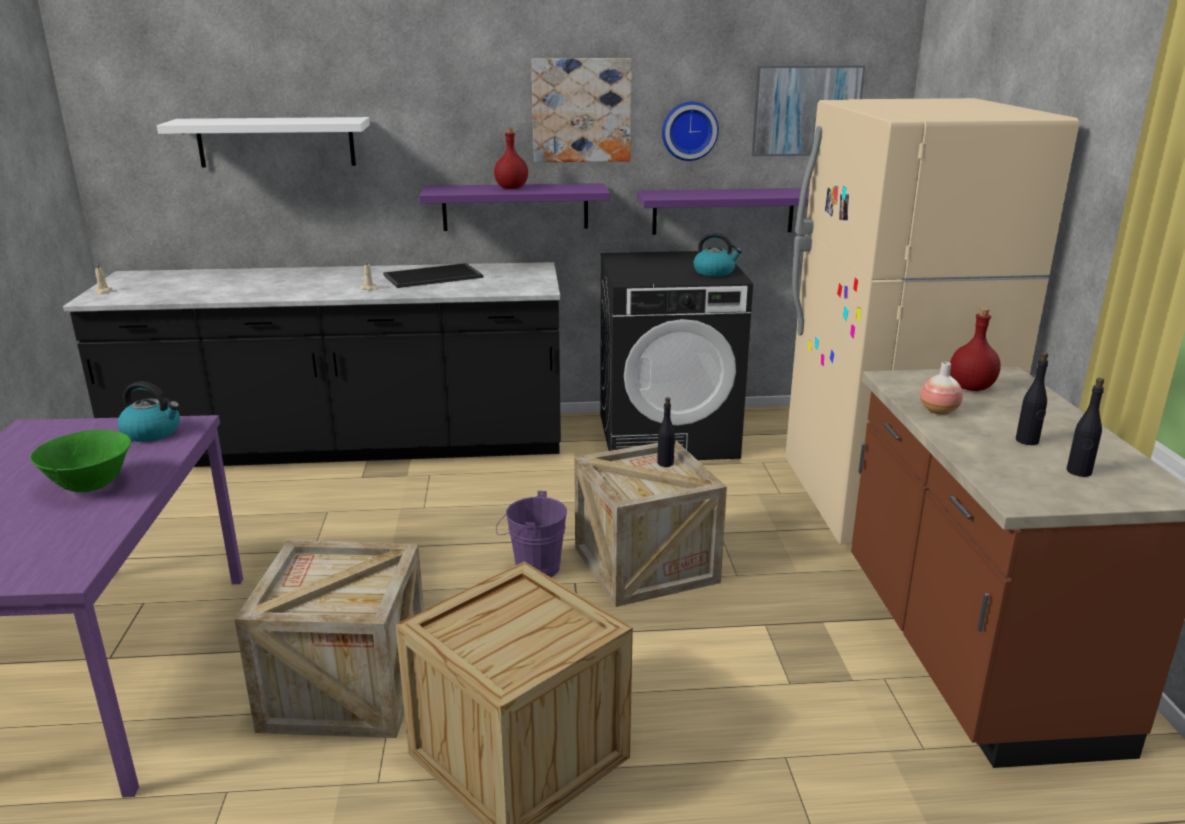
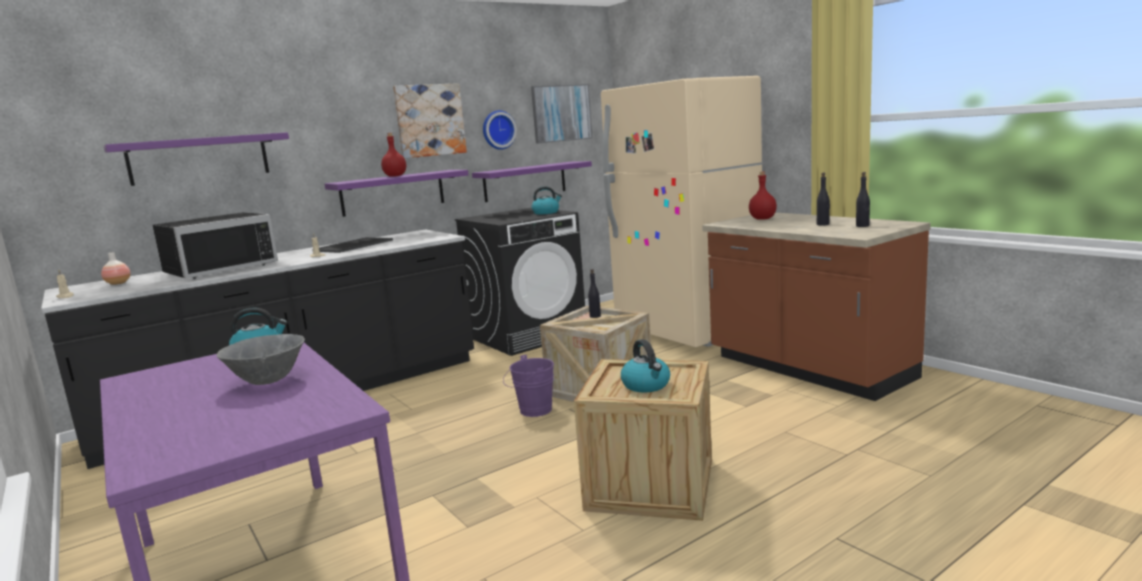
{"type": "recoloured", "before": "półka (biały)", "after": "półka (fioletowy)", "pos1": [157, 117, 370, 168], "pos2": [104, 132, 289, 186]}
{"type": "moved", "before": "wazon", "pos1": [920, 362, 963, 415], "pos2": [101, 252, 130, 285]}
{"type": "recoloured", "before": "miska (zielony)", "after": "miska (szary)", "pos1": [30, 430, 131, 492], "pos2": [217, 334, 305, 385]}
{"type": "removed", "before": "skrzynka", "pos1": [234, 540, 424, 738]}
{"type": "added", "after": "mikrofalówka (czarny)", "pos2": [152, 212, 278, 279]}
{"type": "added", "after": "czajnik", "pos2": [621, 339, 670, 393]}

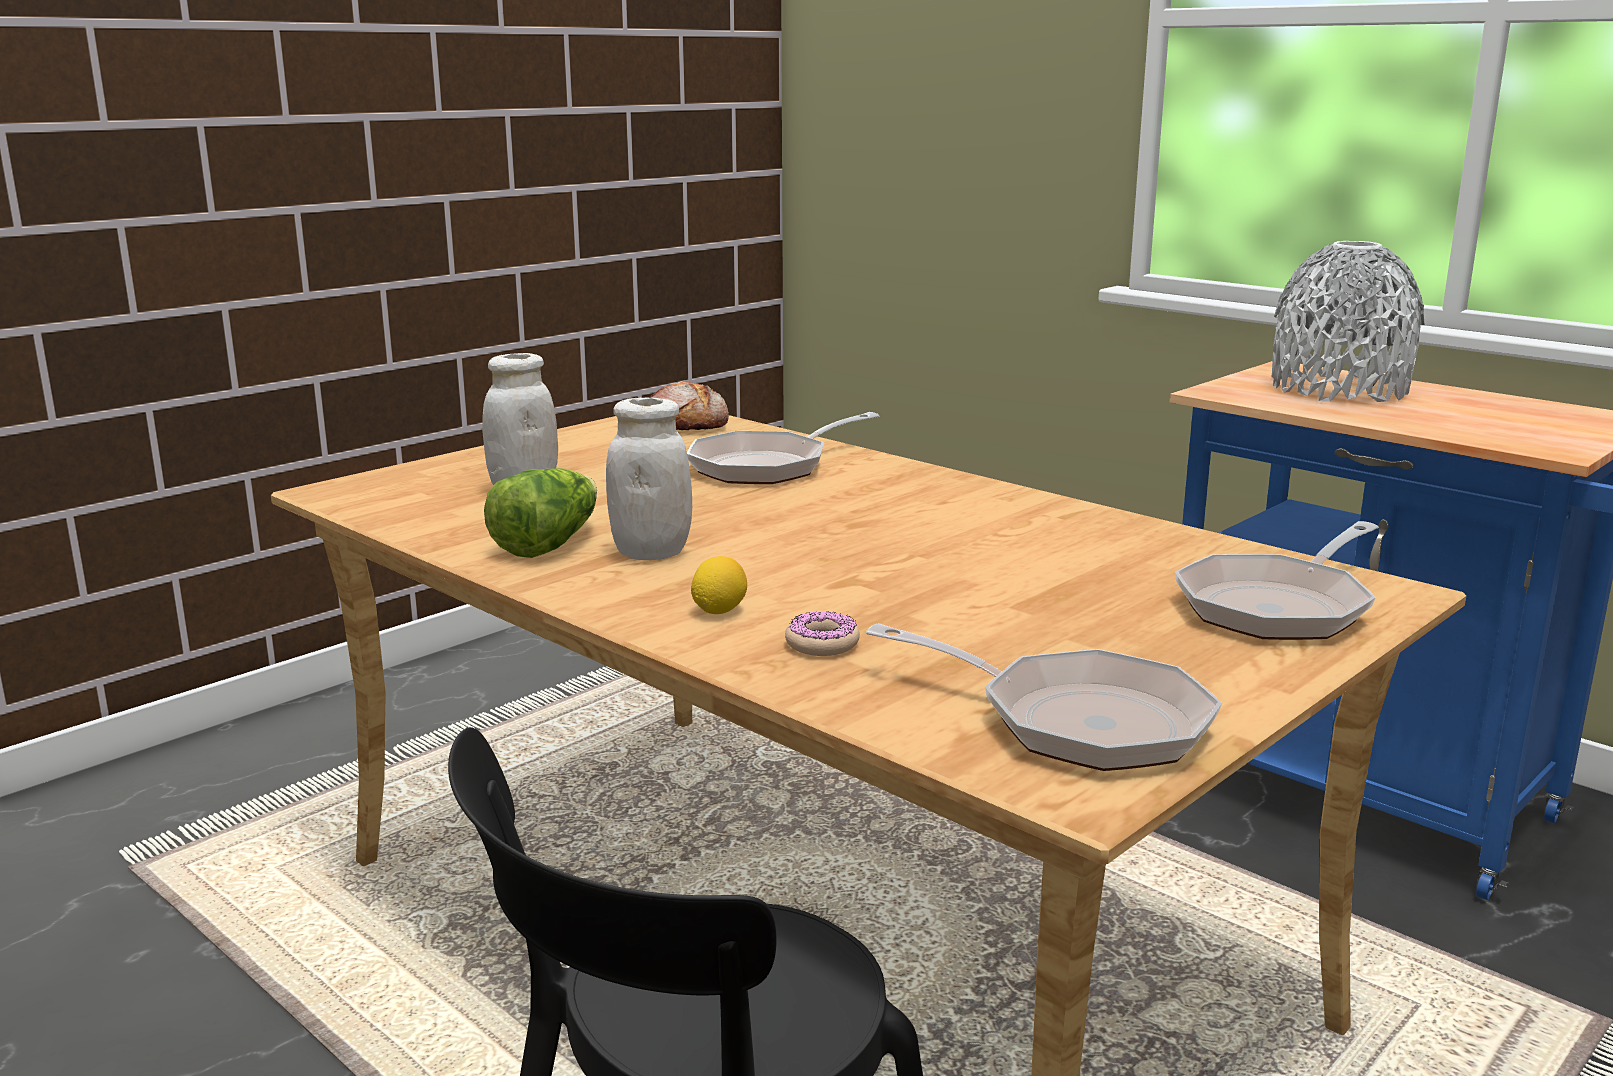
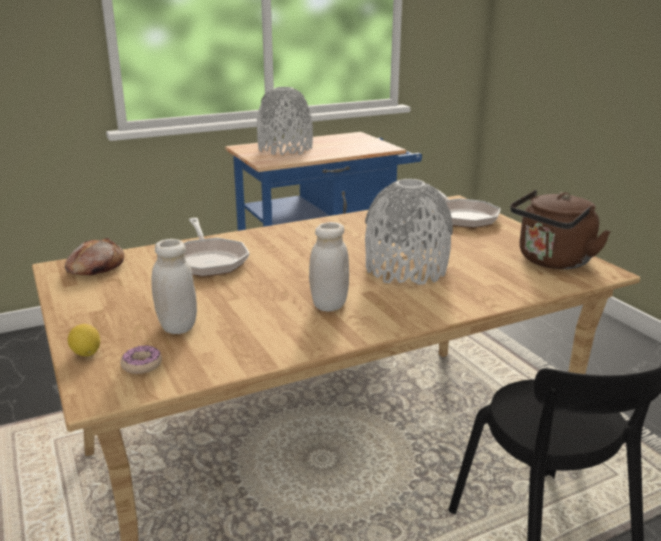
{"type": "removed", "before": "sałata", "pos1": [484, 468, 597, 558]}
{"type": "moved", "before": "cytryna", "pos1": [691, 556, 747, 614], "pos2": [68, 324, 100, 356]}
{"type": "moved", "before": "donut", "pos1": [785, 612, 860, 656], "pos2": [120, 346, 162, 374]}
{"type": "replaced", "before": "patelnia", "after": "czajnik (brązowy)", "pos1": [866, 623, 1222, 771], "pos2": [510, 190, 611, 269]}
{"type": "added", "after": "wazon (szary)", "pos2": [365, 179, 453, 285]}

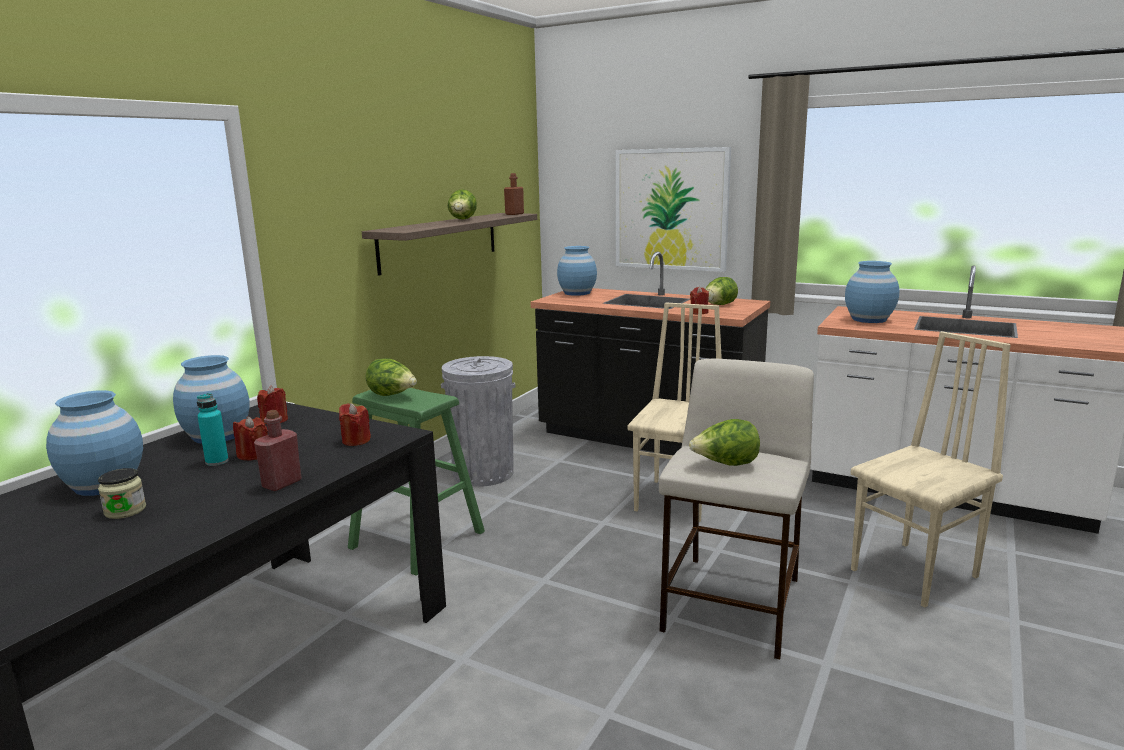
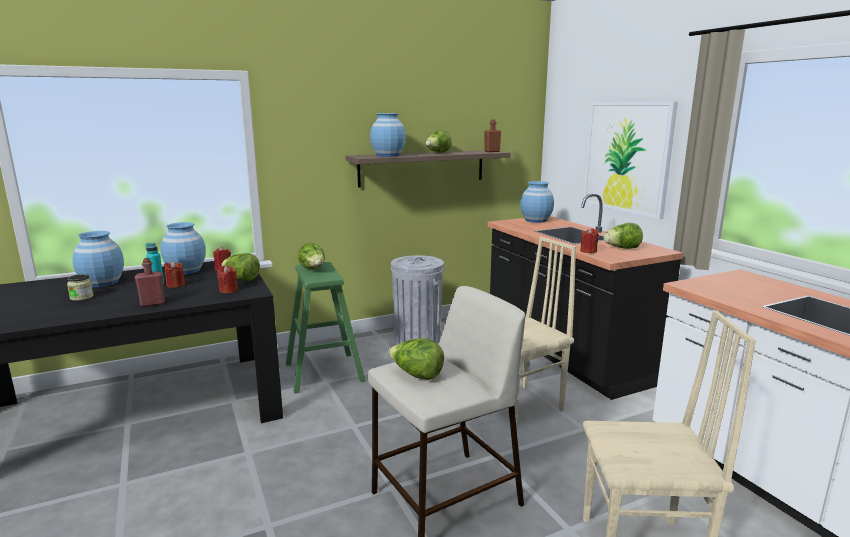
{"type": "moved", "before": "wazon (niebieski)", "pos1": [845, 261, 899, 323], "pos2": [370, 113, 406, 157]}
{"type": "added", "after": "sałata", "pos2": [221, 253, 260, 281]}

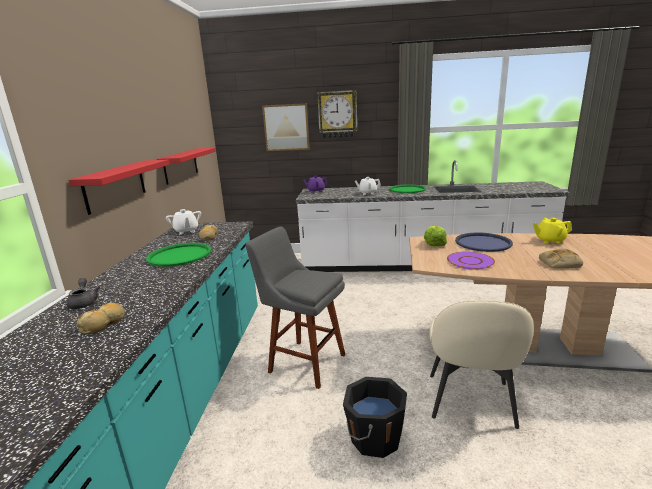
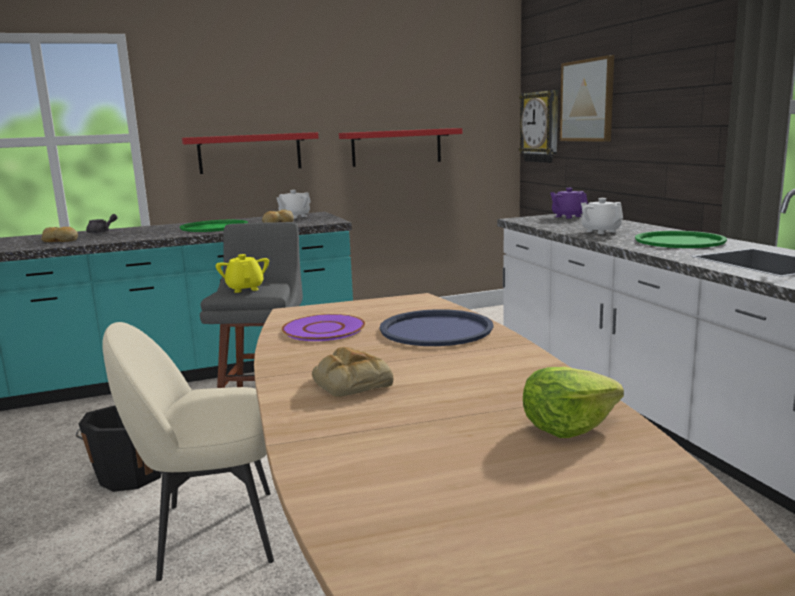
{"type": "moved", "before": "zegar ścienny", "pos1": [317, 90, 357, 138], "pos2": [519, 90, 558, 163]}
{"type": "moved", "before": "imbryk (żółty)", "pos1": [533, 218, 572, 244], "pos2": [216, 254, 269, 293]}
{"type": "moved", "before": "sałata", "pos1": [424, 226, 447, 247], "pos2": [523, 367, 624, 438]}

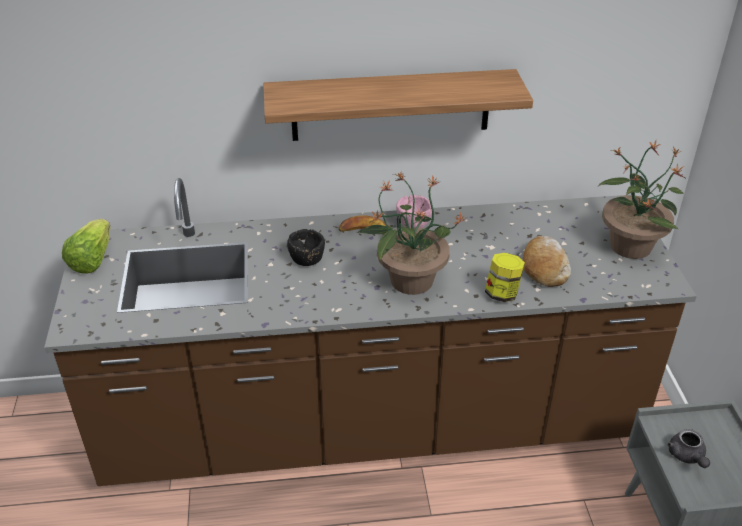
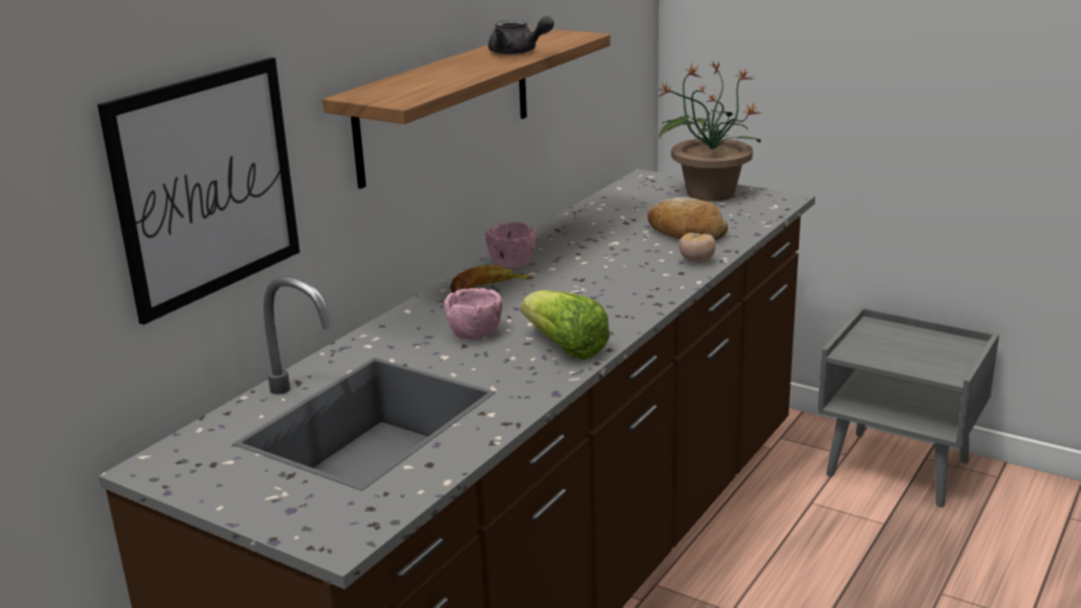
{"type": "removed", "before": "roślina doniczkowa", "pos1": [357, 170, 466, 295]}
{"type": "moved", "before": "sałata", "pos1": [62, 219, 110, 274], "pos2": [520, 290, 610, 359]}
{"type": "recoloured", "before": "miska (czarny)", "after": "miska (różowy)", "pos1": [287, 229, 325, 266], "pos2": [444, 288, 502, 340]}
{"type": "replaced", "before": "słoik", "after": "pomidor", "pos1": [485, 253, 525, 302], "pos2": [679, 233, 716, 263]}
{"type": "moved", "before": "imbryk (szary)", "pos1": [668, 429, 710, 468], "pos2": [488, 16, 554, 55]}
{"type": "added", "after": "obraz", "pos2": [97, 57, 300, 325]}

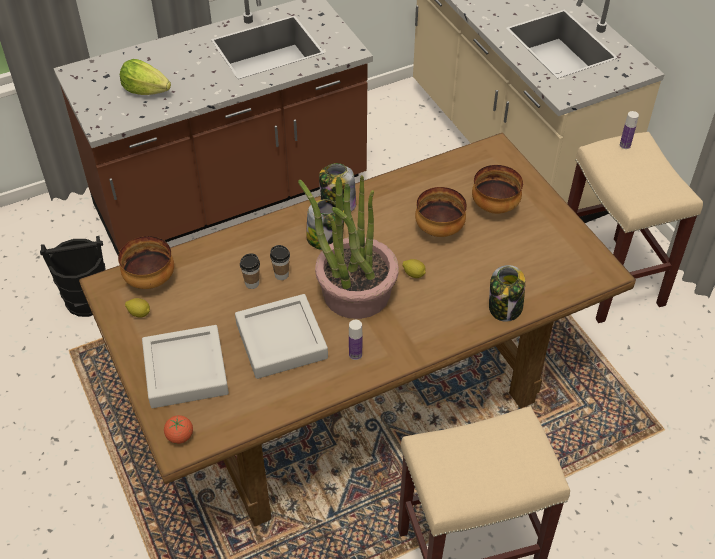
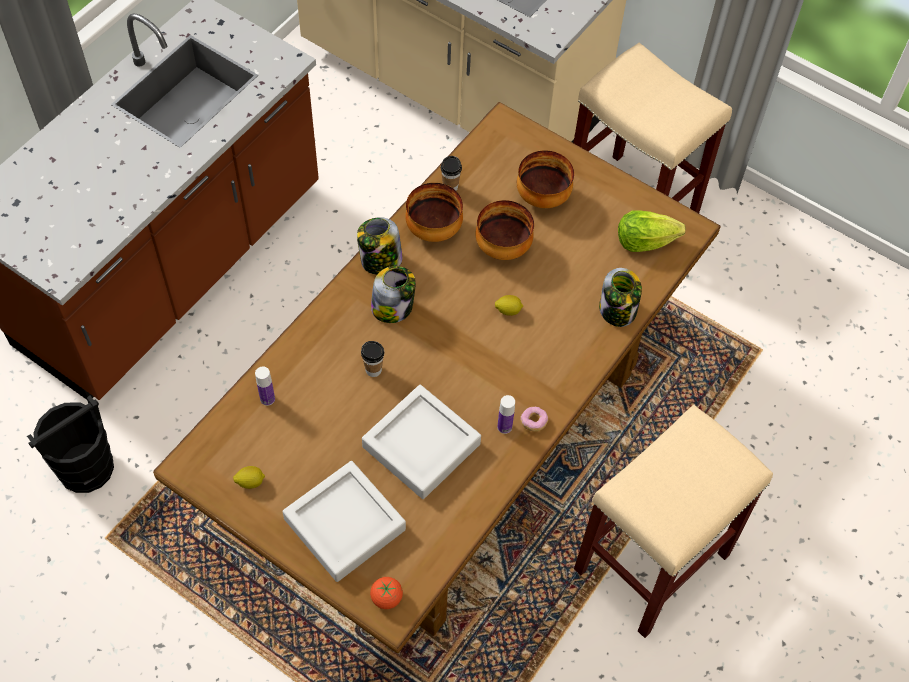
{"type": "moved", "before": "sałata", "pos1": [120, 59, 171, 95], "pos2": [618, 210, 686, 252]}
{"type": "moved", "before": "butelka", "pos1": [620, 111, 639, 149], "pos2": [255, 366, 275, 406]}
{"type": "removed", "before": "roślina doniczkowa", "pos1": [298, 175, 399, 319]}
{"type": "moved", "before": "miska", "pos1": [118, 236, 174, 289], "pos2": [405, 183, 463, 242]}
{"type": "moved", "before": "filiżanka", "pos1": [240, 253, 260, 289], "pos2": [441, 156, 462, 191]}
{"type": "added", "after": "donut", "pos2": [520, 407, 548, 432]}

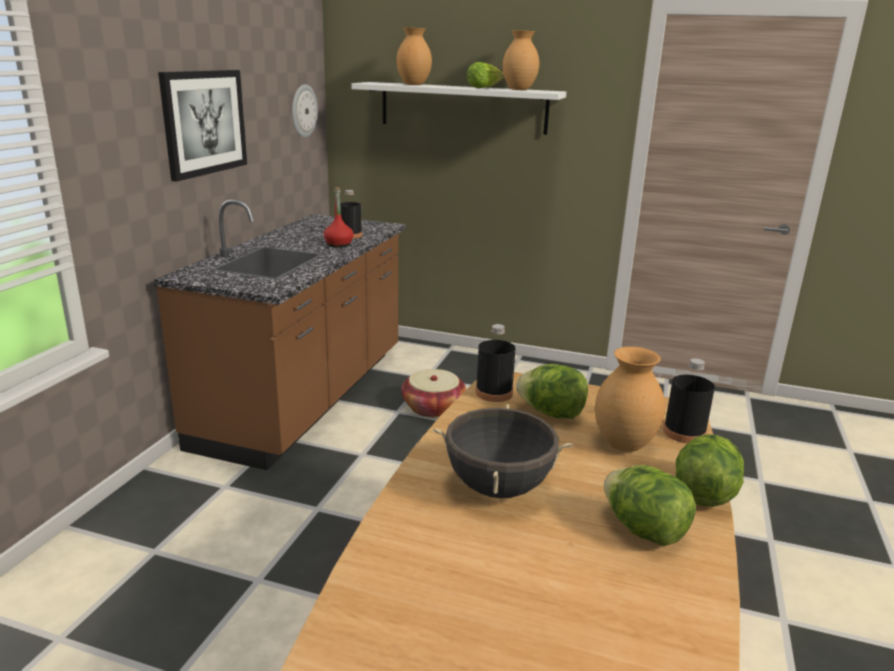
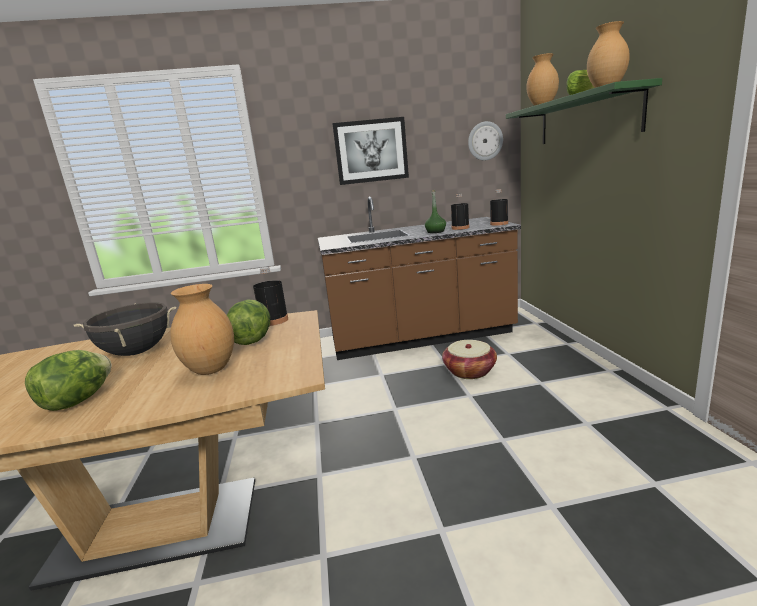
{"type": "recoloured", "before": "półka (biały)", "after": "półka (zielony)", "pos1": [351, 82, 566, 135], "pos2": [506, 78, 662, 144]}
{"type": "recoloured", "before": "butelka (czerwony)", "after": "butelka (zielony)", "pos1": [323, 187, 354, 248], "pos2": [425, 190, 446, 233]}
{"type": "moved", "before": "butelka (czarny)", "pos1": [663, 358, 715, 444], "pos2": [490, 189, 508, 226]}
{"type": "removed", "before": "sałata", "pos1": [676, 434, 744, 507]}

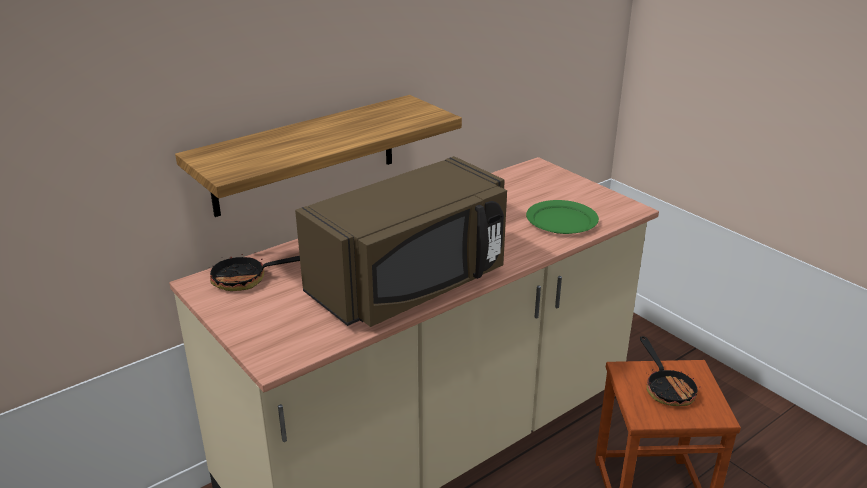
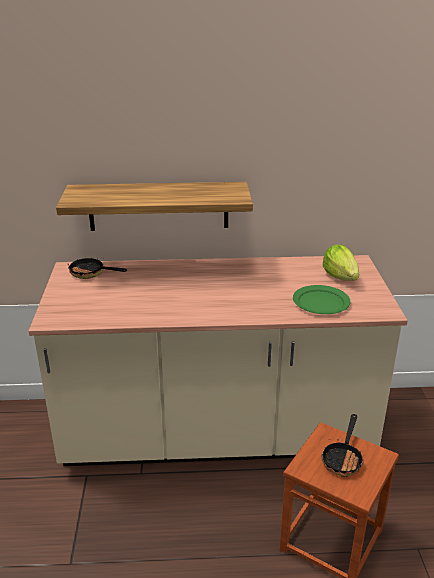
{"type": "removed", "before": "mikrofalówka (brązowy)", "pos1": [295, 156, 507, 327]}
{"type": "added", "after": "sałata", "pos2": [323, 245, 359, 281]}

